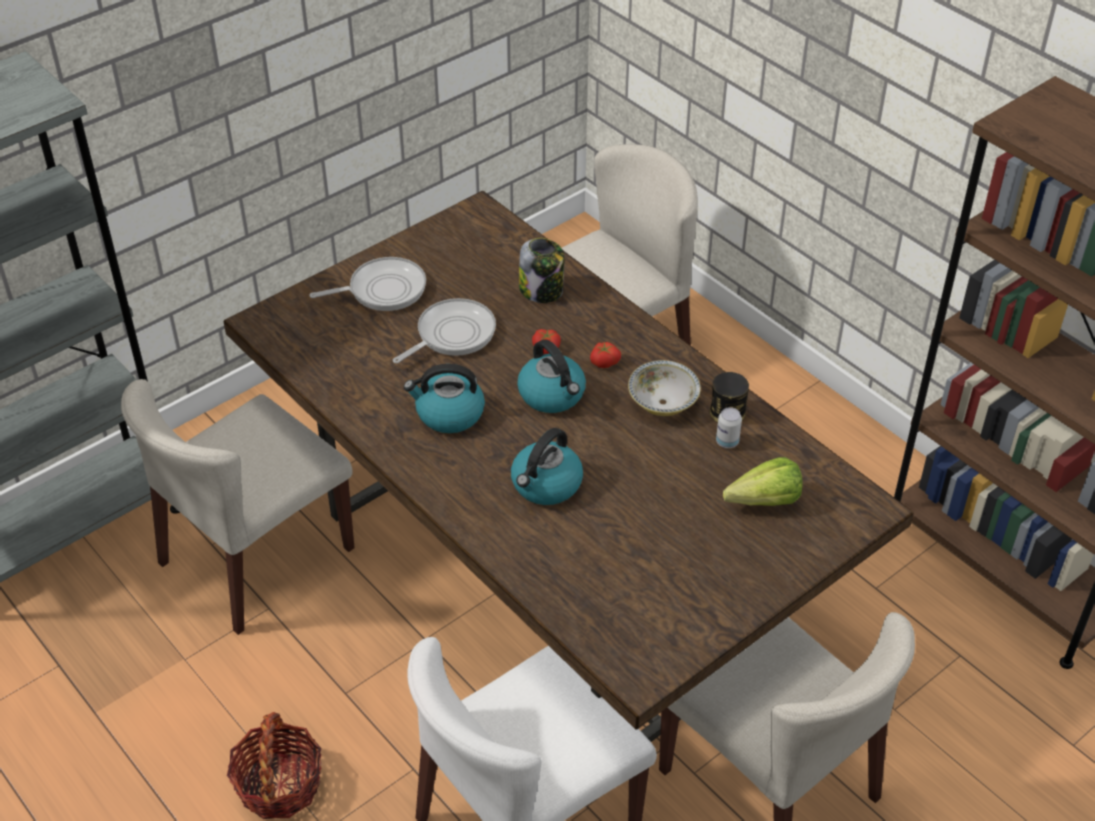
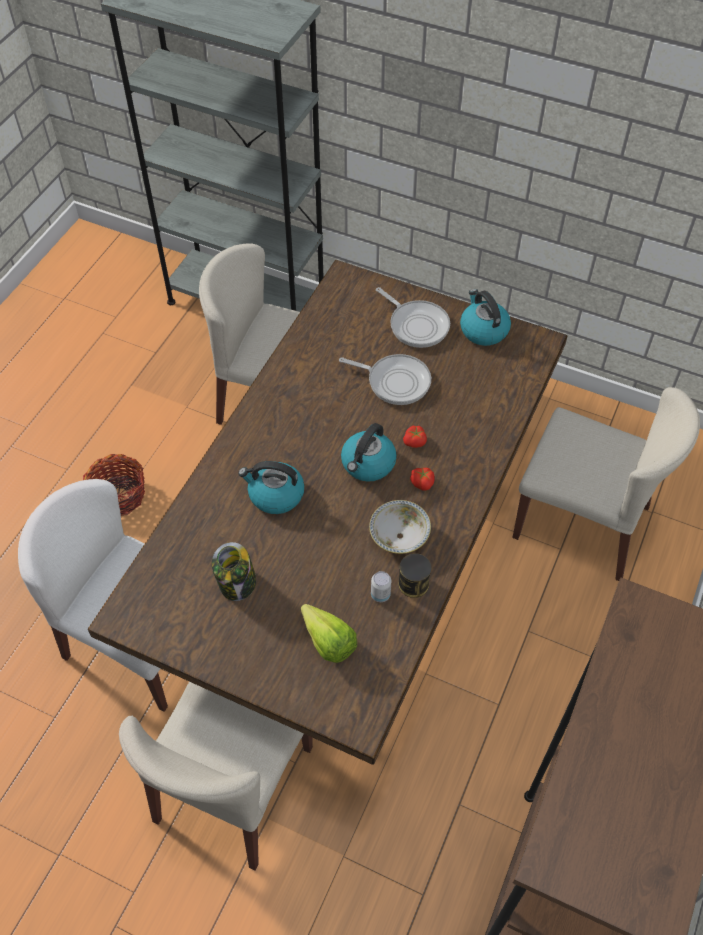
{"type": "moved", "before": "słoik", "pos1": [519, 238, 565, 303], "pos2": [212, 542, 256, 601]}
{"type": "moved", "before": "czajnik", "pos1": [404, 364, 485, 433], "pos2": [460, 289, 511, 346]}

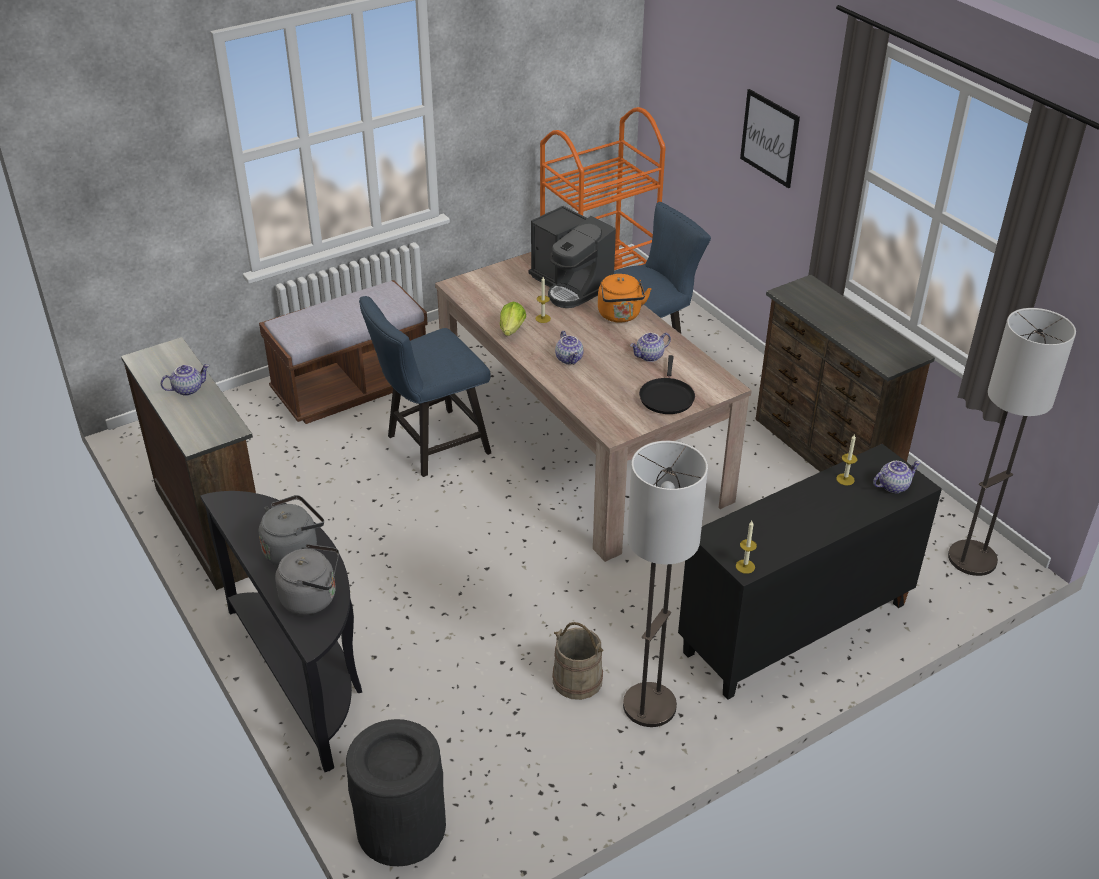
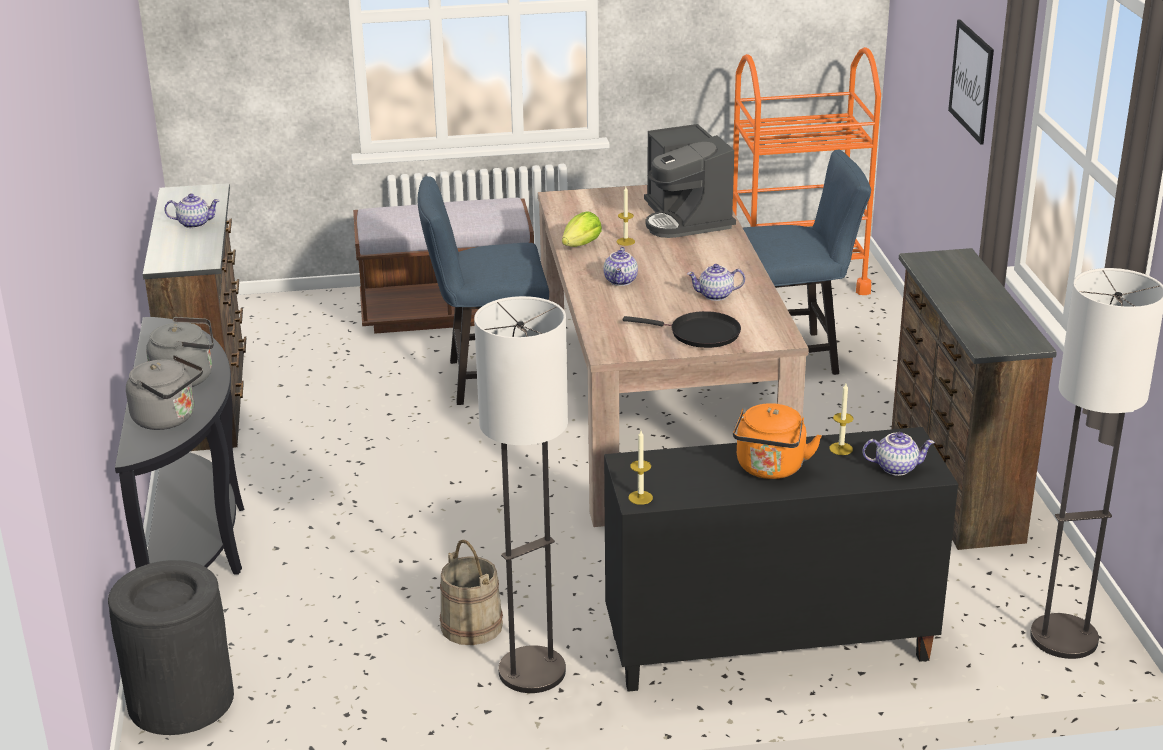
{"type": "moved", "before": "czajnik (pomarańczowy)", "pos1": [598, 274, 651, 323], "pos2": [733, 403, 822, 479]}
{"type": "turned", "before": "patelnia (czarny)", "pos1": [639, 355, 695, 414], "pos2": [623, 311, 741, 348], "turn": -105}

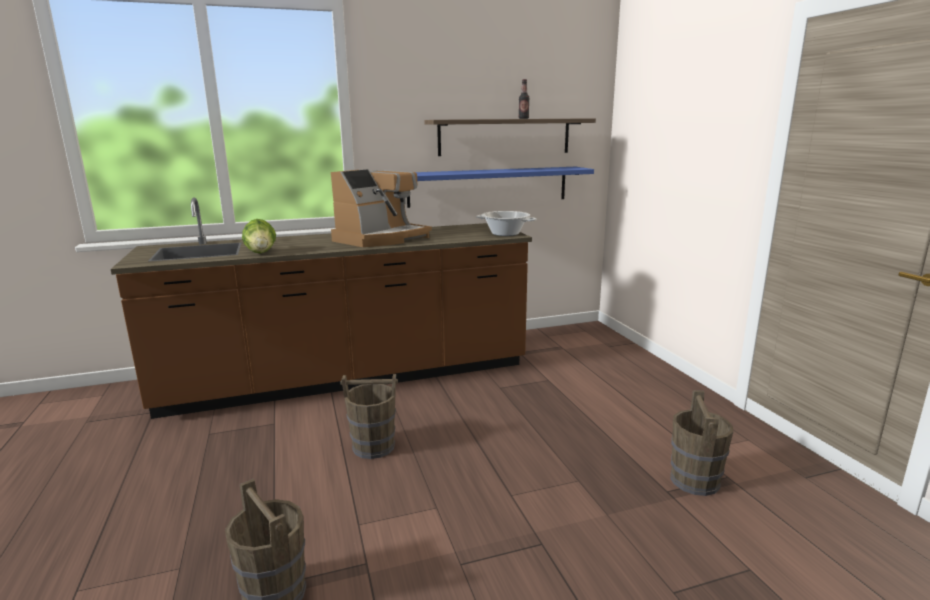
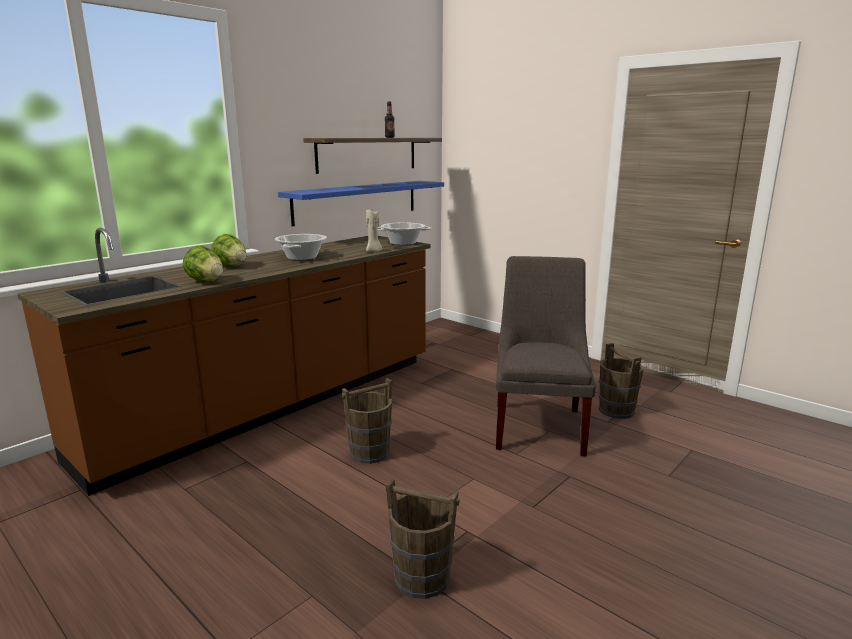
{"type": "replaced", "before": "ekspres do kawy", "after": "garnek", "pos1": [331, 169, 432, 247], "pos2": [275, 234, 327, 260]}
{"type": "added", "after": "świeca (beżowy)", "pos2": [366, 210, 382, 252]}
{"type": "added", "after": "sałata", "pos2": [211, 234, 246, 267]}
{"type": "added", "after": "krzesło (szary)", "pos2": [496, 256, 596, 456]}

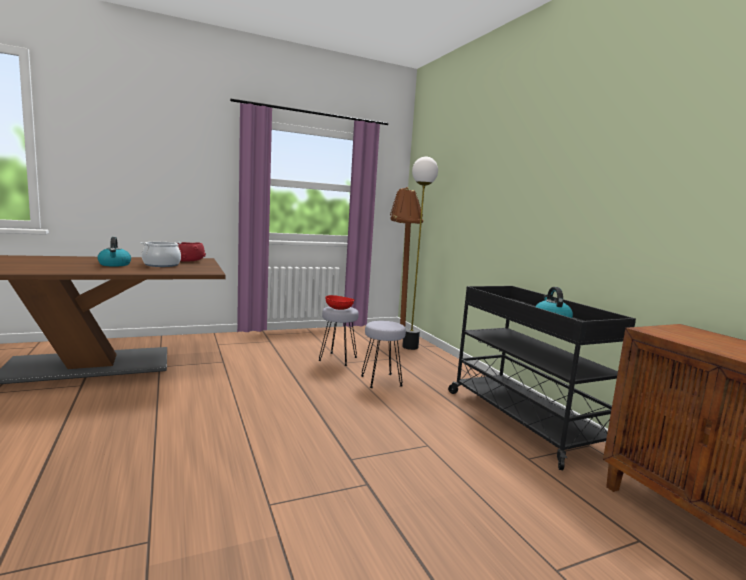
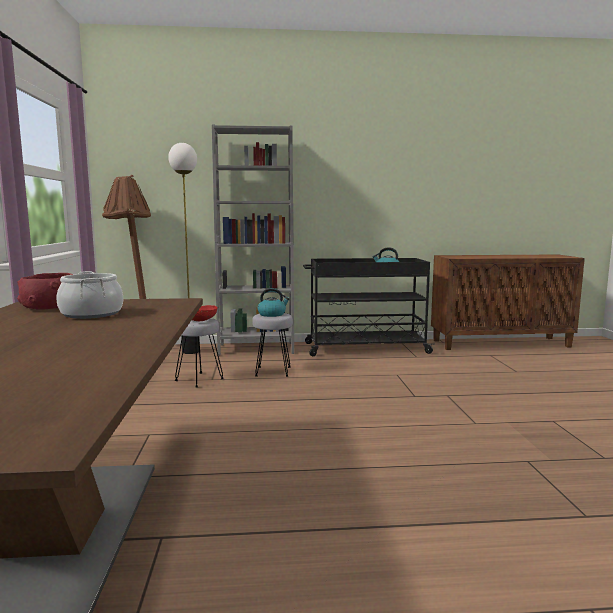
{"type": "moved", "before": "czajnik", "pos1": [97, 237, 131, 267], "pos2": [257, 288, 290, 317]}
{"type": "added", "after": "regał (szary)", "pos2": [212, 124, 294, 356]}

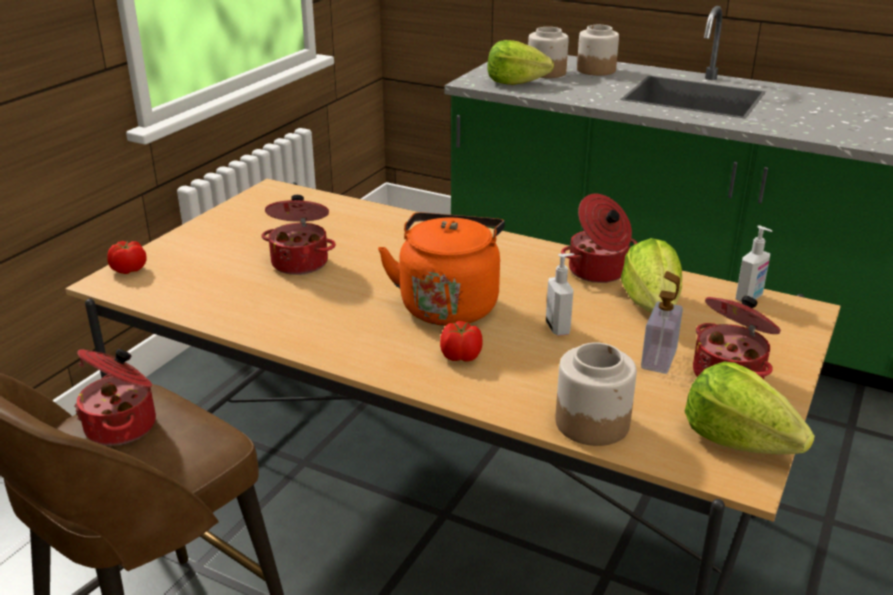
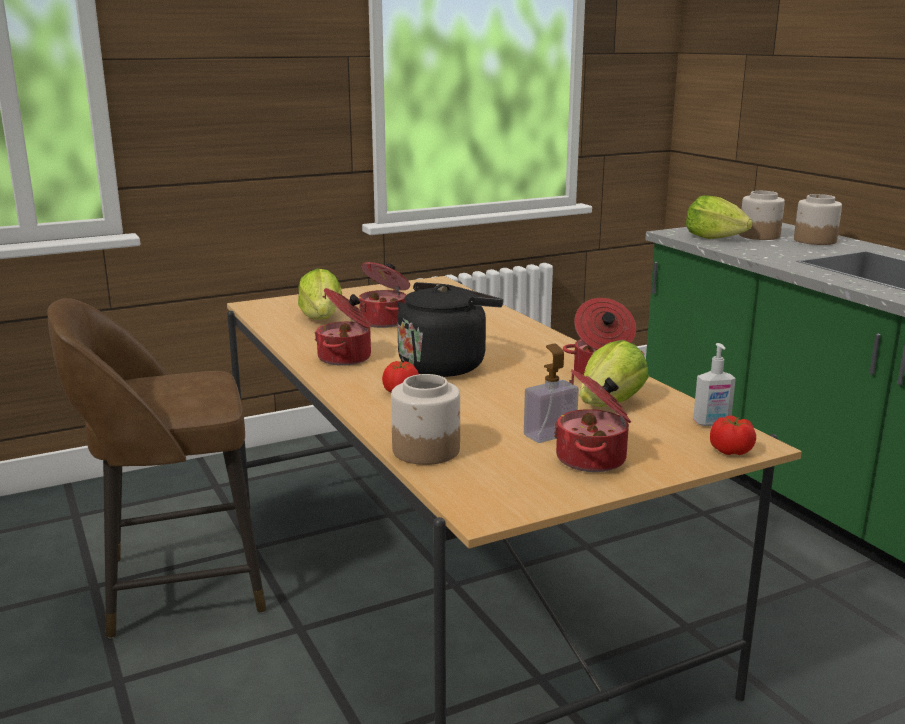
{"type": "recoloured", "before": "czajnik (pomarańczowy)", "after": "czajnik (czarny)", "pos1": [378, 212, 505, 326], "pos2": [397, 282, 503, 377]}
{"type": "moved", "before": "pomidor", "pos1": [107, 241, 147, 274], "pos2": [710, 416, 756, 455]}
{"type": "removed", "before": "dozownik mydła", "pos1": [546, 253, 574, 336]}
{"type": "moved", "before": "garnek", "pos1": [74, 348, 156, 446], "pos2": [315, 288, 371, 366]}
{"type": "moved", "before": "sałata", "pos1": [684, 361, 815, 454], "pos2": [298, 269, 342, 320]}

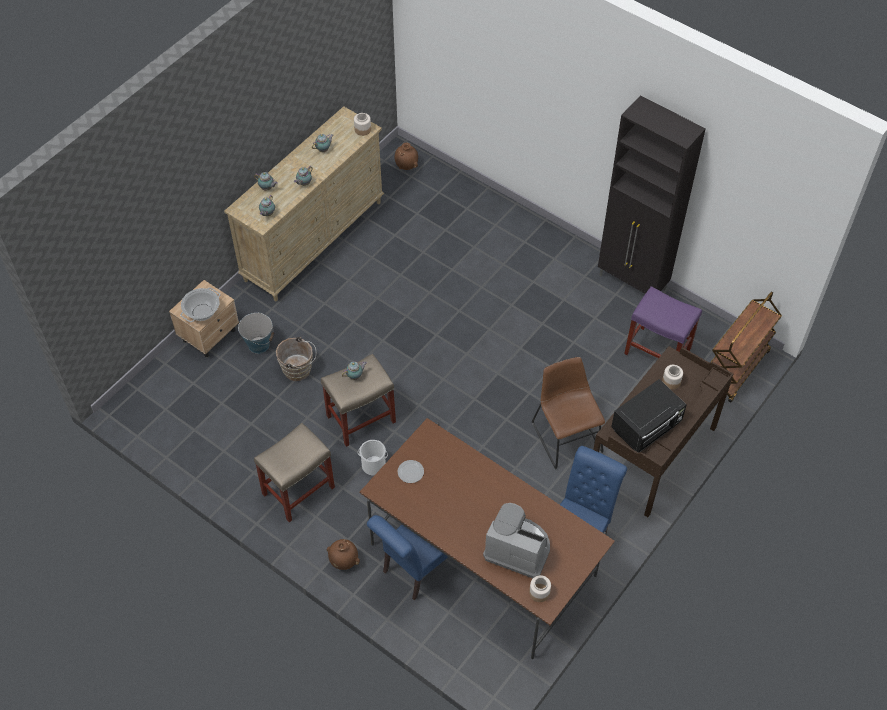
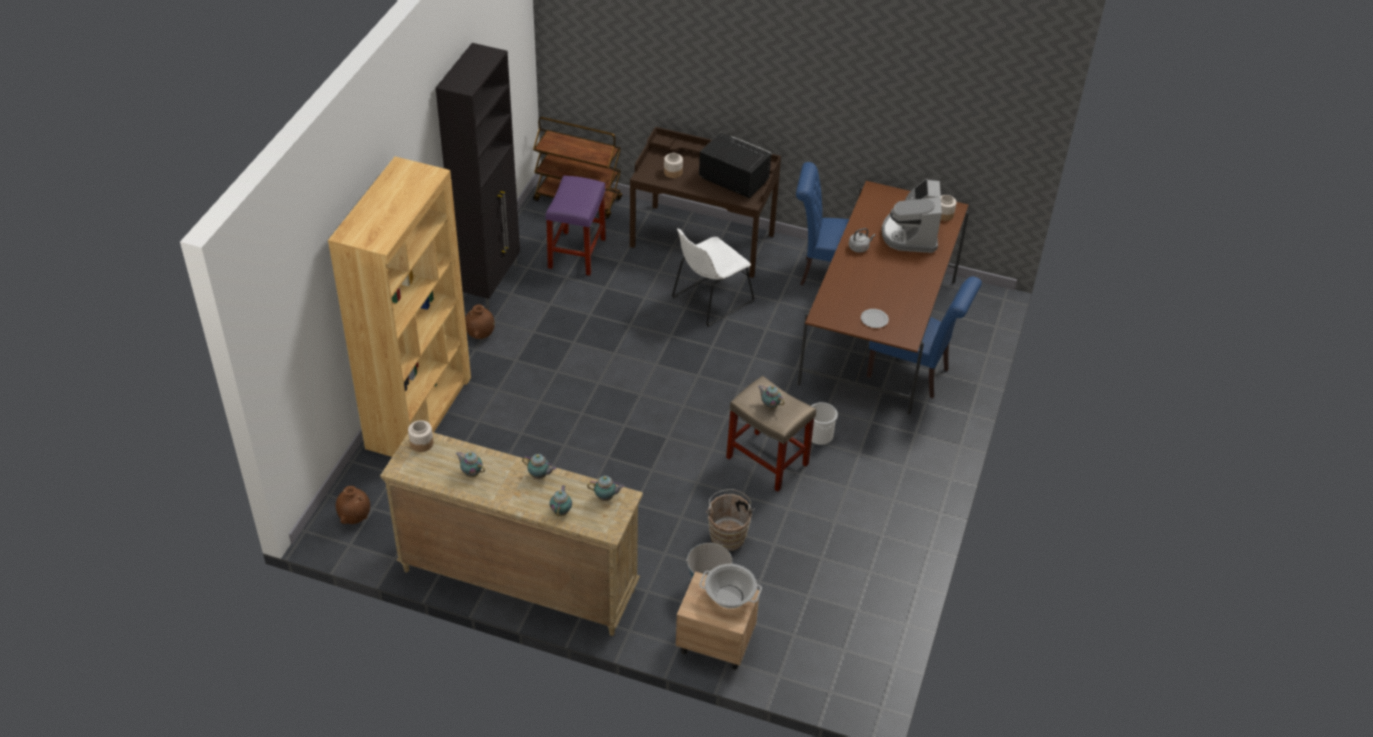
{"type": "recoloured", "before": "krzesło (brązowy)", "after": "krzesło (biały)", "pos1": [532, 357, 605, 469], "pos2": [672, 228, 755, 327]}
{"type": "removed", "before": "stołek (beżowy)", "pos1": [254, 423, 335, 522]}
{"type": "moved", "before": "wazon (brązowy)", "pos1": [327, 539, 360, 570], "pos2": [465, 304, 495, 339]}
{"type": "added", "after": "regał (brązowy)", "pos2": [328, 157, 471, 457]}
{"type": "added", "after": "czajnik (szary)", "pos2": [849, 228, 875, 253]}

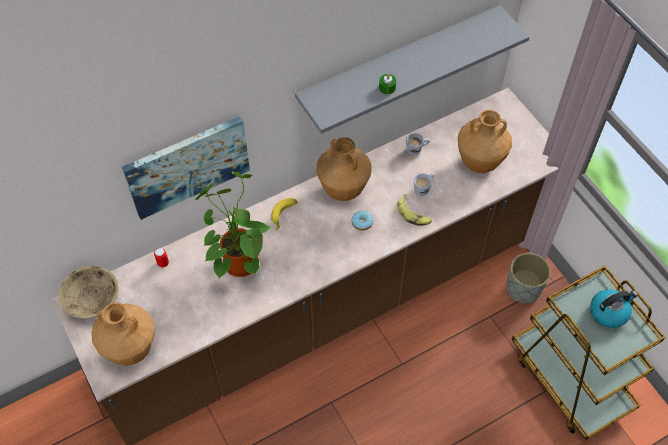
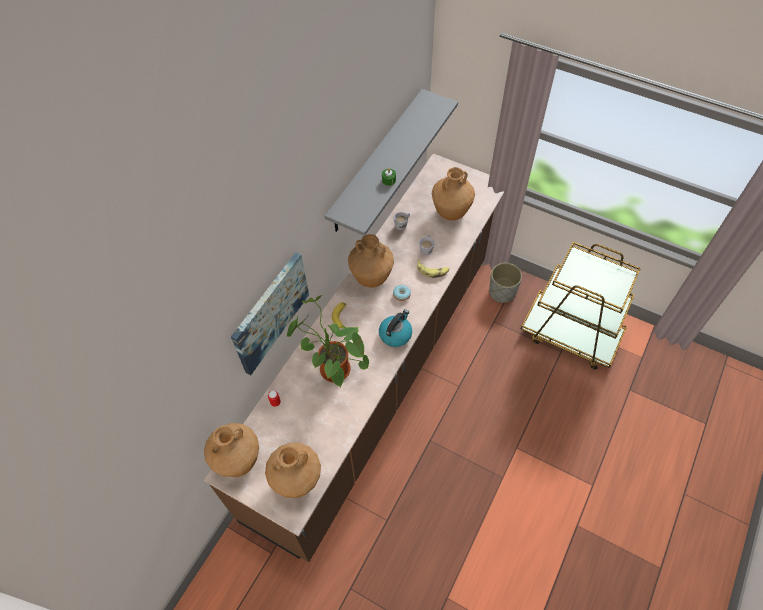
{"type": "replaced", "before": "miska (beżowy)", "after": "wazon (brązowy)", "pos1": [58, 266, 119, 319], "pos2": [204, 423, 259, 477]}
{"type": "moved", "before": "czajnik", "pos1": [590, 290, 638, 328], "pos2": [379, 309, 412, 347]}

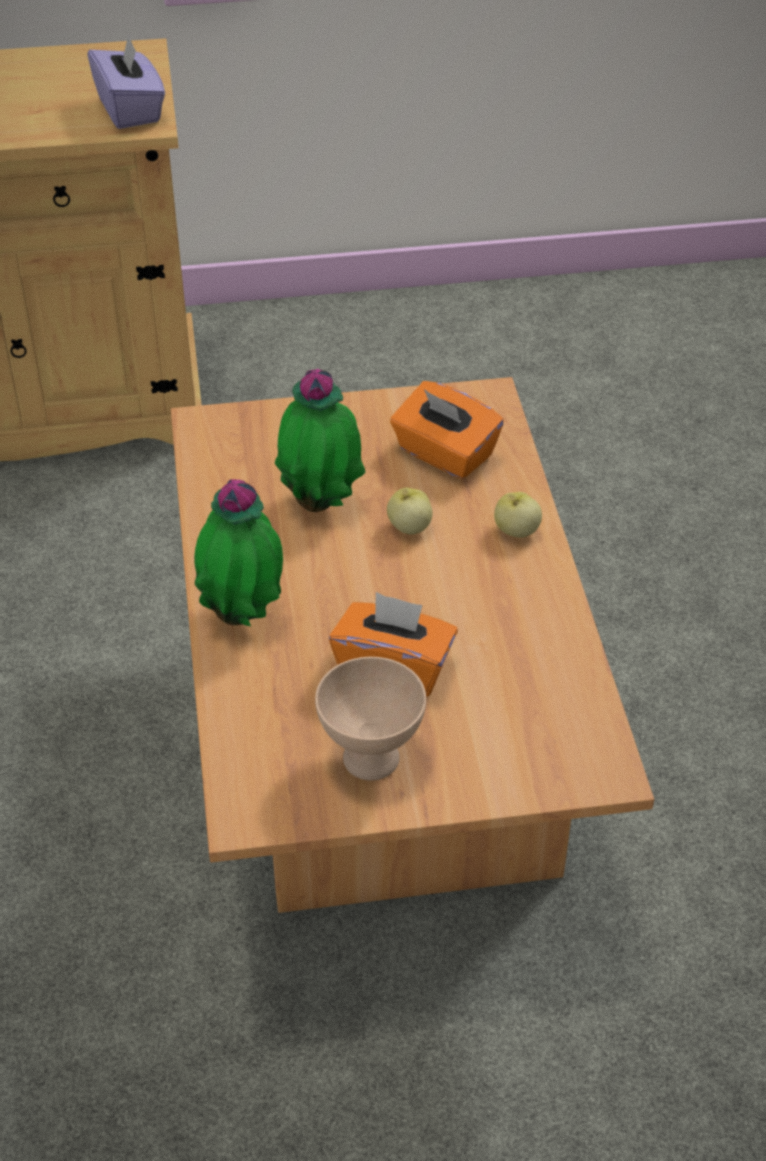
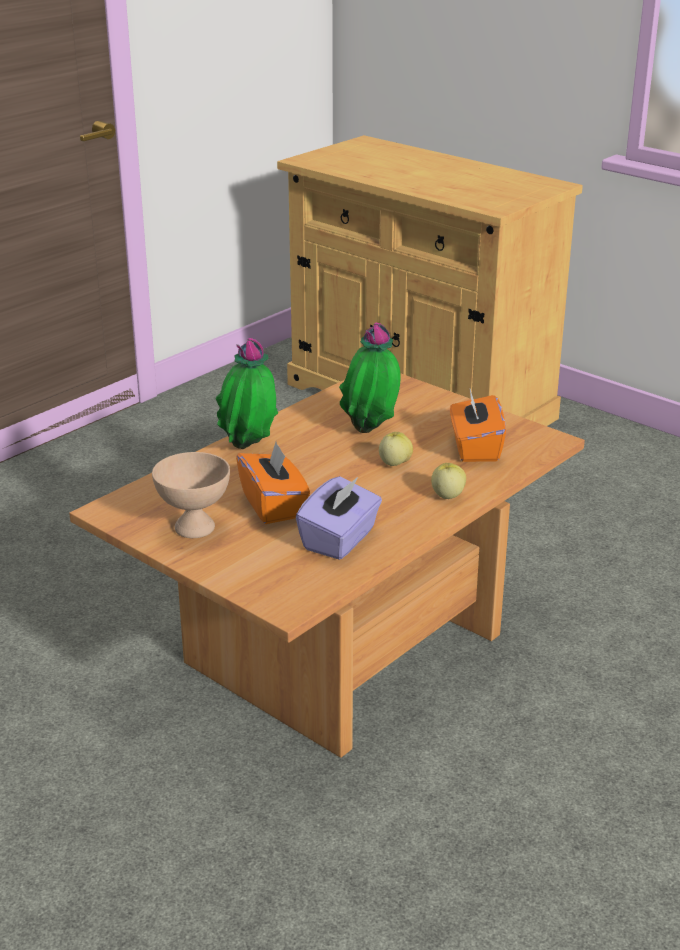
{"type": "moved", "before": "pudełko chusteczek (fioletowy)", "pos1": [87, 34, 165, 129], "pos2": [296, 476, 382, 560]}

